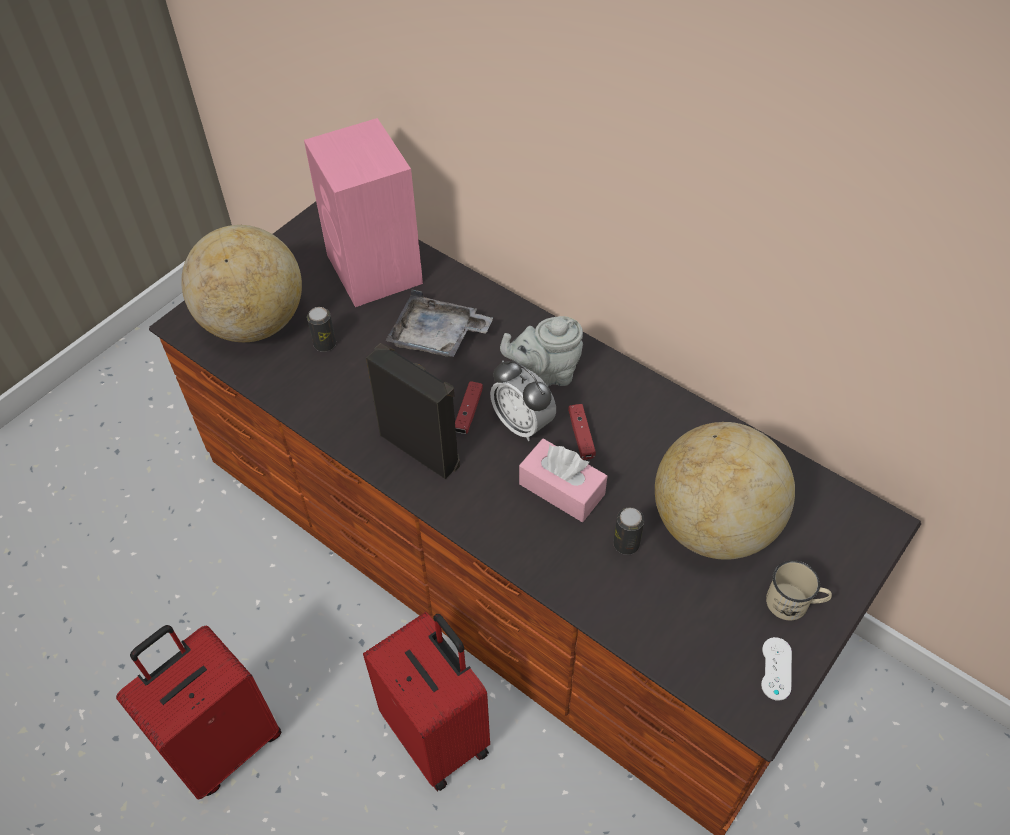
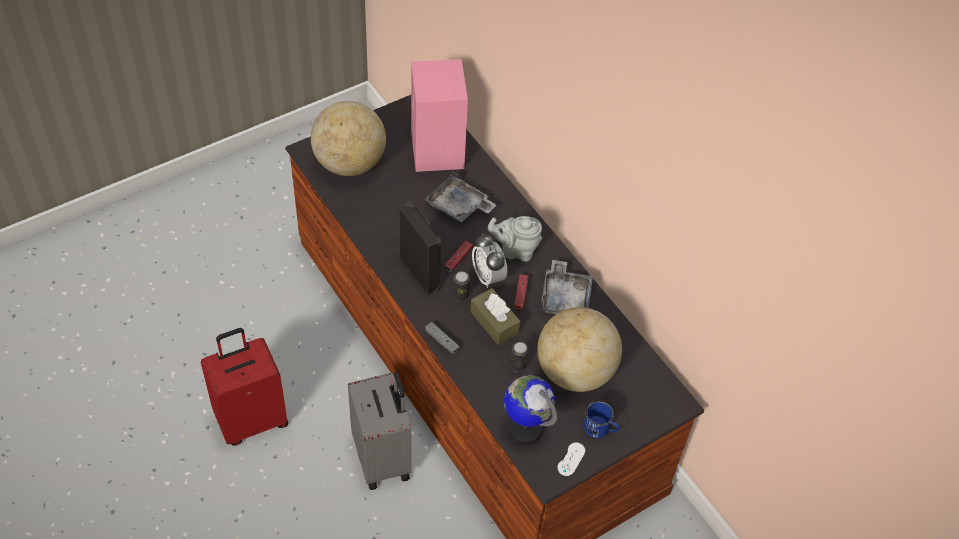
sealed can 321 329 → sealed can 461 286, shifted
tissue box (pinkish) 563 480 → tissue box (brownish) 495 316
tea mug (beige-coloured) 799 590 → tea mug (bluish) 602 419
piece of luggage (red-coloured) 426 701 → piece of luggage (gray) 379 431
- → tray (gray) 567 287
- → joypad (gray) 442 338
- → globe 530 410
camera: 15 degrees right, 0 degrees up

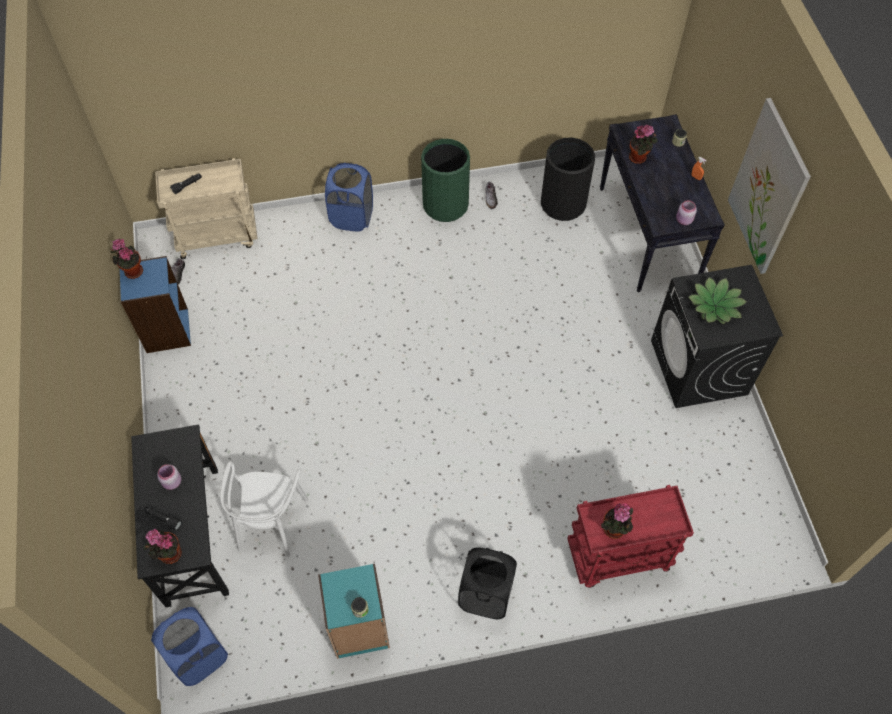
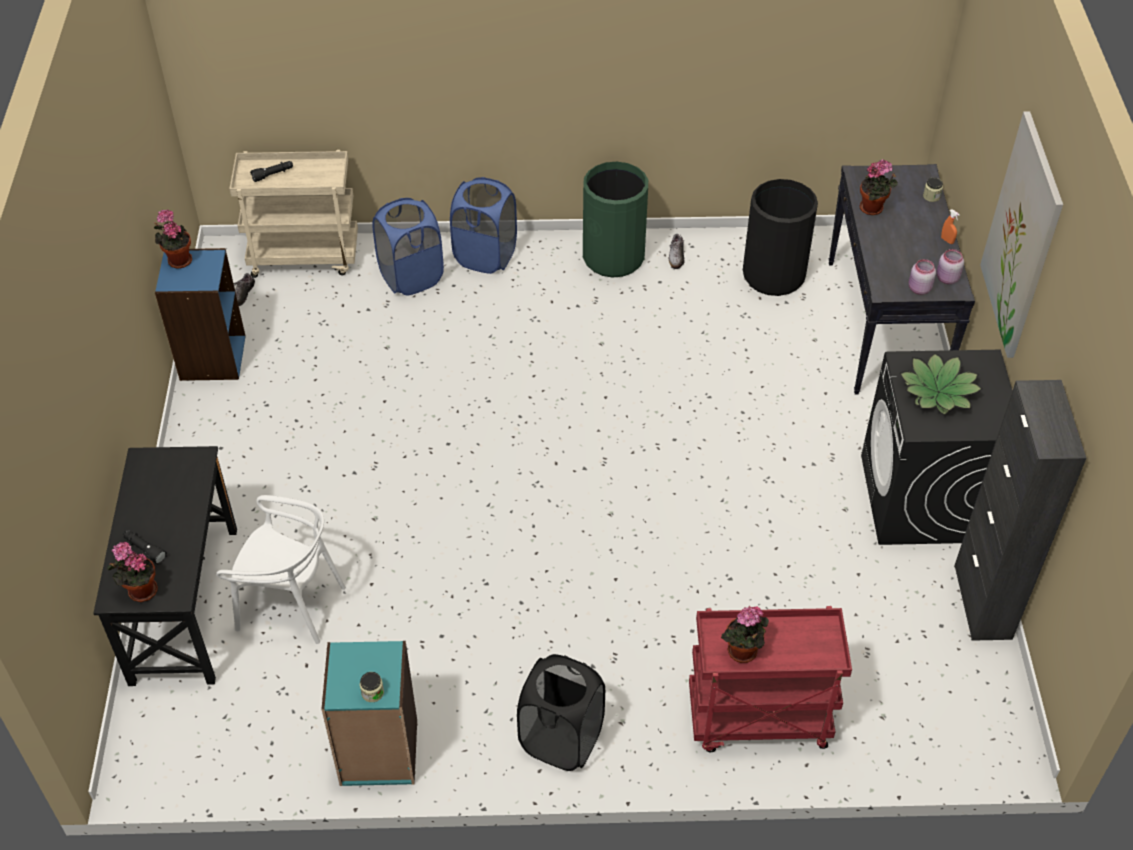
upright chair (whitish) 264 509 → upright chair (whitish) 281 569, 90 degrees counterclockwise
jar (pinkish) 169 477 → jar (pinkish) 950 266, shifted
laundry basket (bluish) 189 646 → laundry basket (bluish) 408 247, shifted
- → storage cabinet (black-coloured) 1020 510
camera: 10 degrees right, 10 degrees down

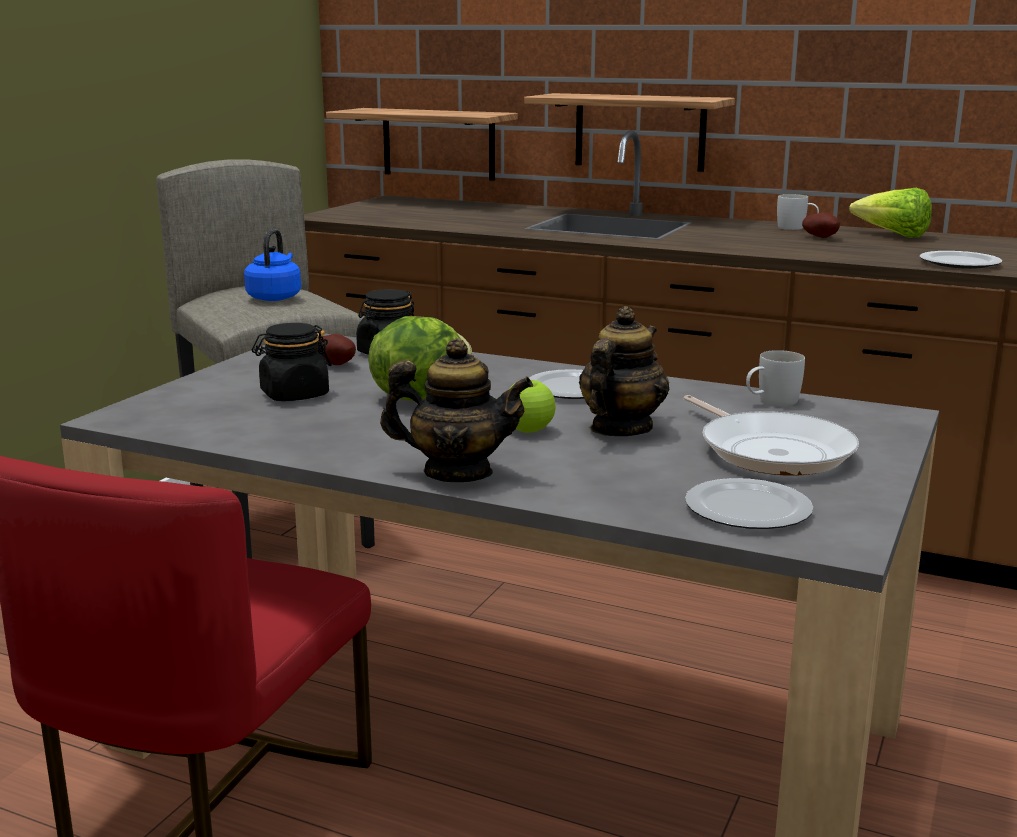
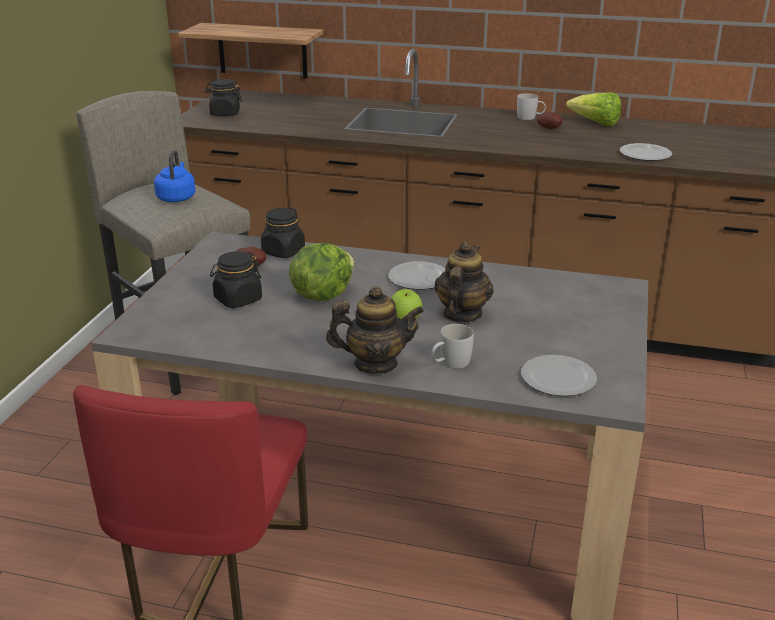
shelf 629 132 → -
tea mug (whitish) 775 378 → tea mug (whitish) 452 346, shifted
frying pan 771 435 → -
- → jar (black-coloured) 223 97
camera: 10 degrees left, 10 degrees up

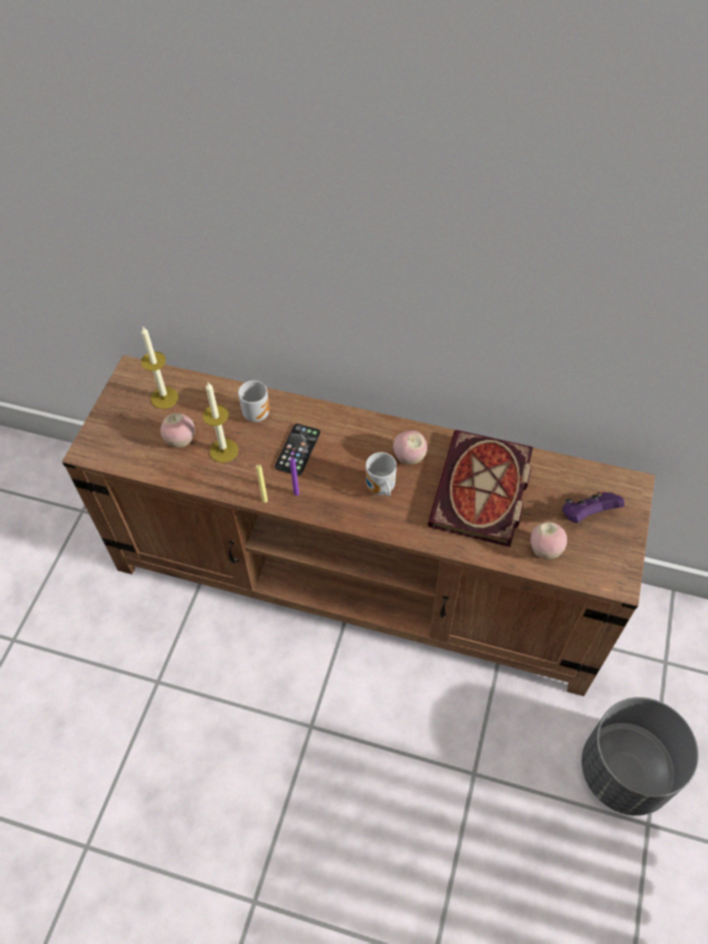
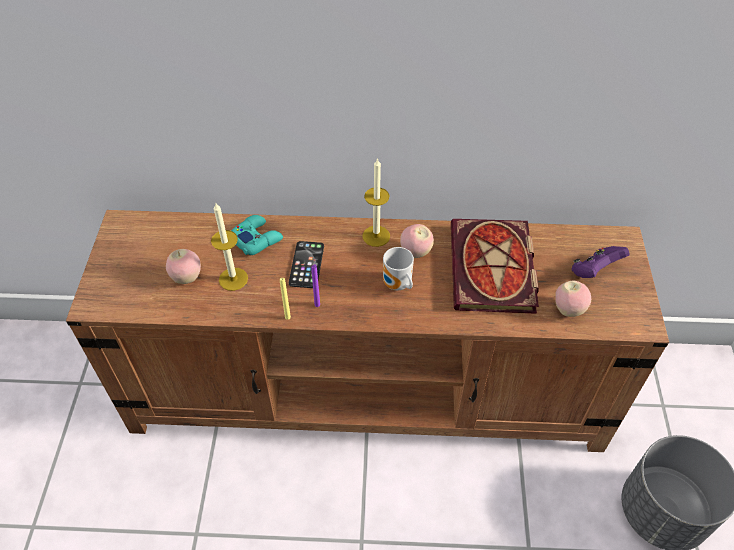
candle 160 368 → candle 376 202, shifted
tea mug 254 401 → joypad (blue-green) 257 235
camera: 15 degrees left, 5 degrees down

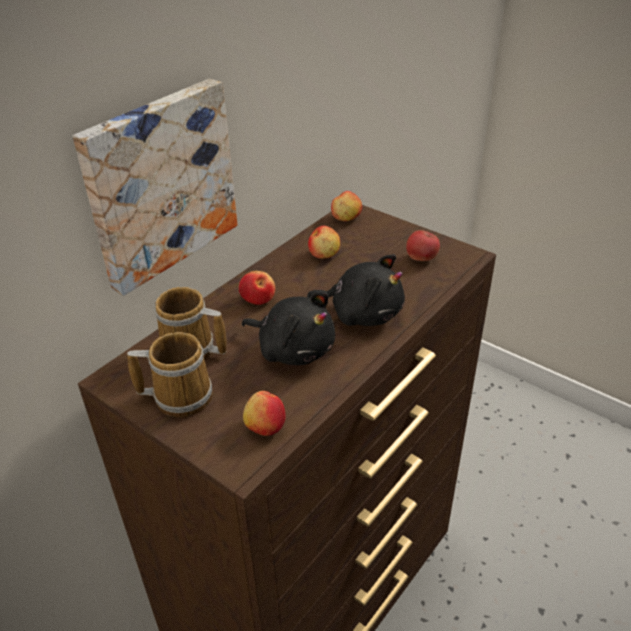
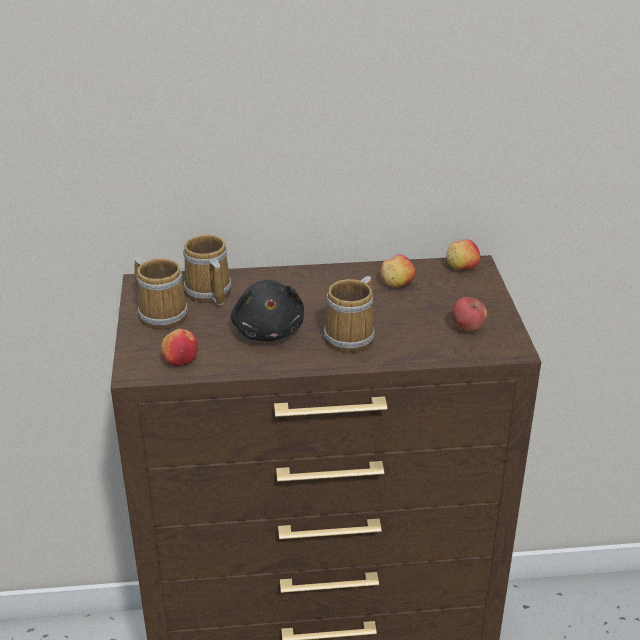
wall art 155 187 → -
plush toy (black-coloured) 356 290 → tea mug 349 314
whole apple 257 288 → -
camera: 45 degrees right, 5 degrees down

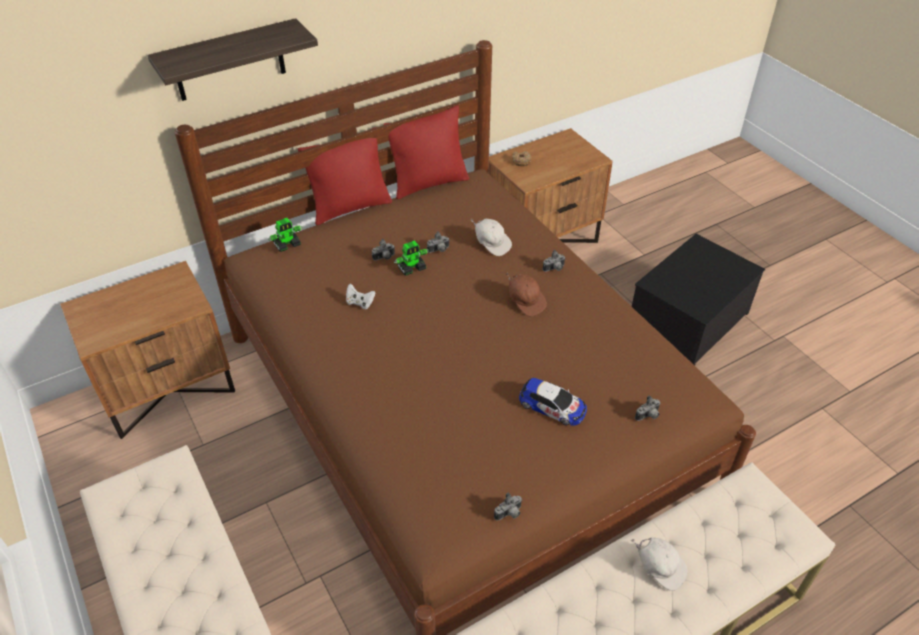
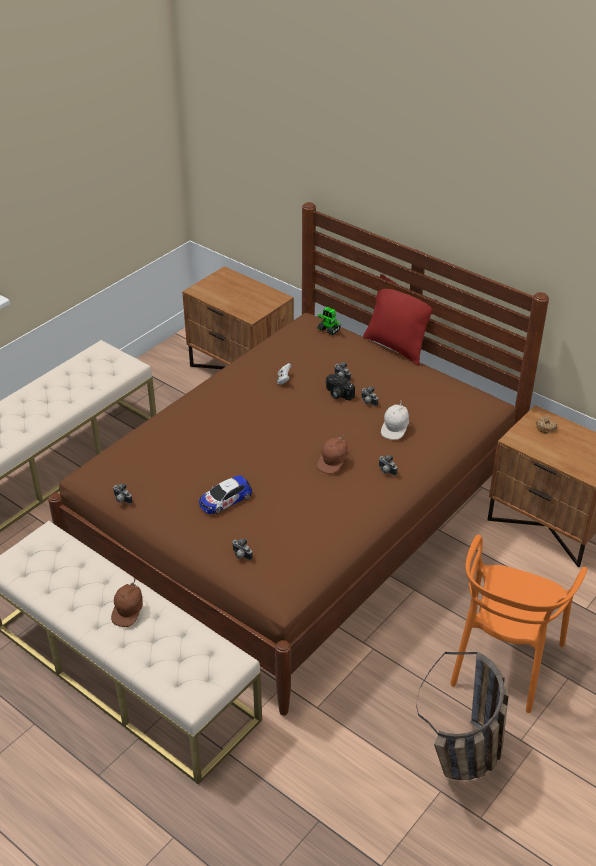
shelf 232 59 → -
cushion (red-coloured) 426 152 → -
storage container 698 299 → upright chair (orange-coloured) 518 624
robot figure 411 257 → photo camera 340 387
miniature car 553 402 → miniature car 225 494, 45 degrees clockwise
cap (whitish) 659 564 → cap (brownish) 127 602
- → basket 462 716
camera: 70 degrees right, 5 degrees down

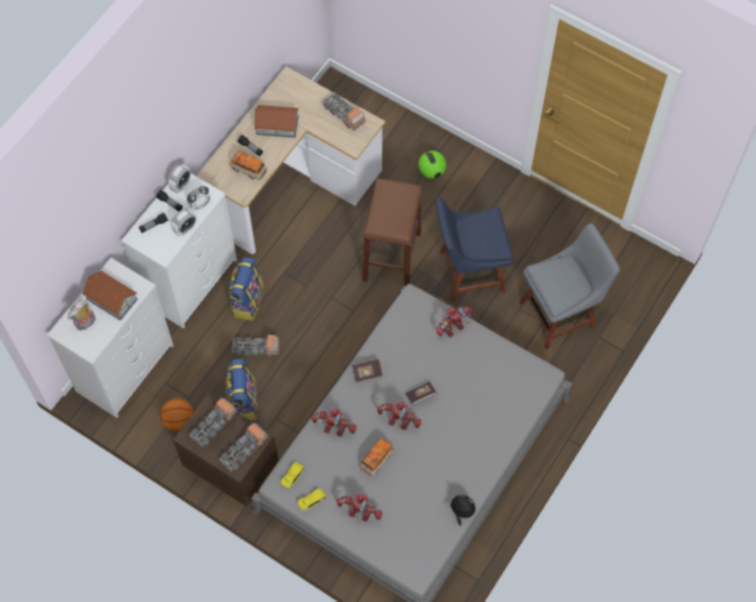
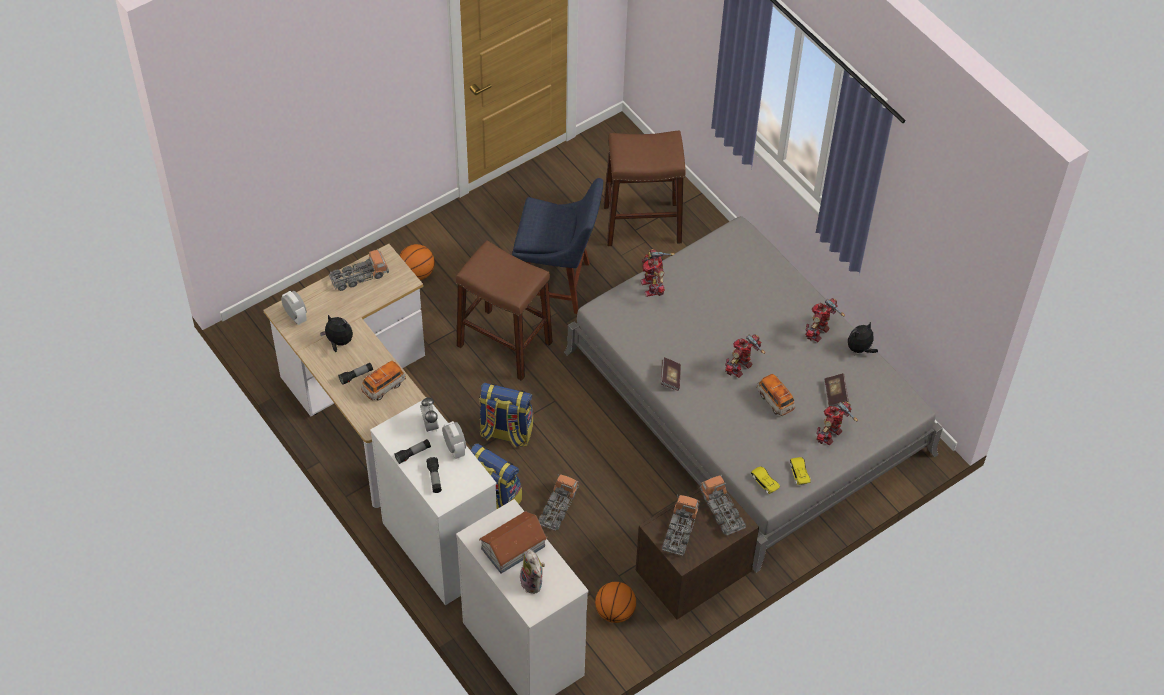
miniature house 276 121 → plush toy 336 333
ball for football 432 165 → ball for basketball 417 262
alarm clock 179 179 → alarm clock 294 308, shifted
upright chair (bluish) 474 249 → upright chair (bluish) 557 246, 90 degrees counterclockwise
upright chair (gray) 570 286 → stool (brownish) 645 188
backpack 241 389 → backpack 506 415, shifted
bound book 421 393 → bound book 836 390, shifted
toy lorry 213 422 → toy lorry 681 525, 45 degrees clockwise
robot figure 334 423 → robot figure 825 320, shifted
camera: 70 degrees left, 10 degrees down

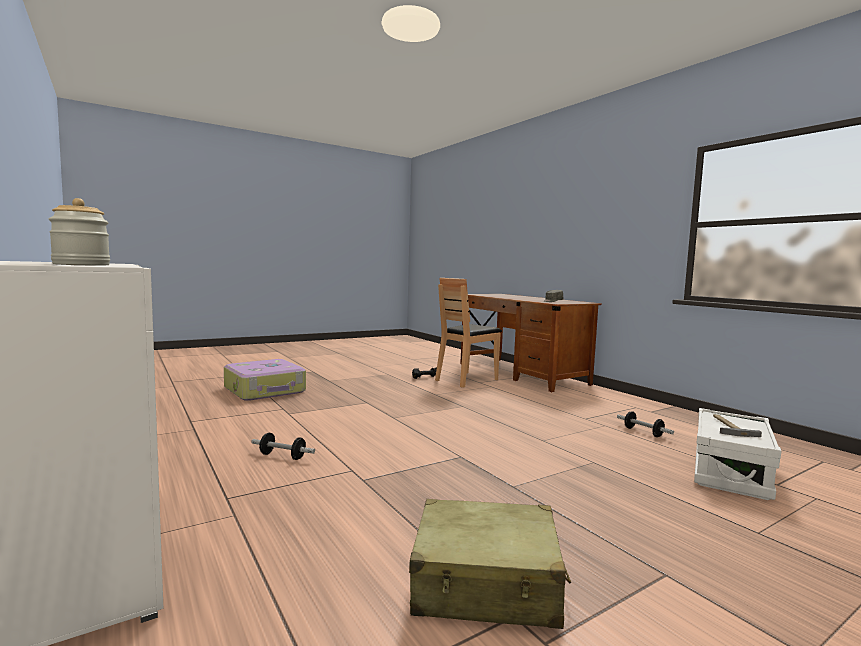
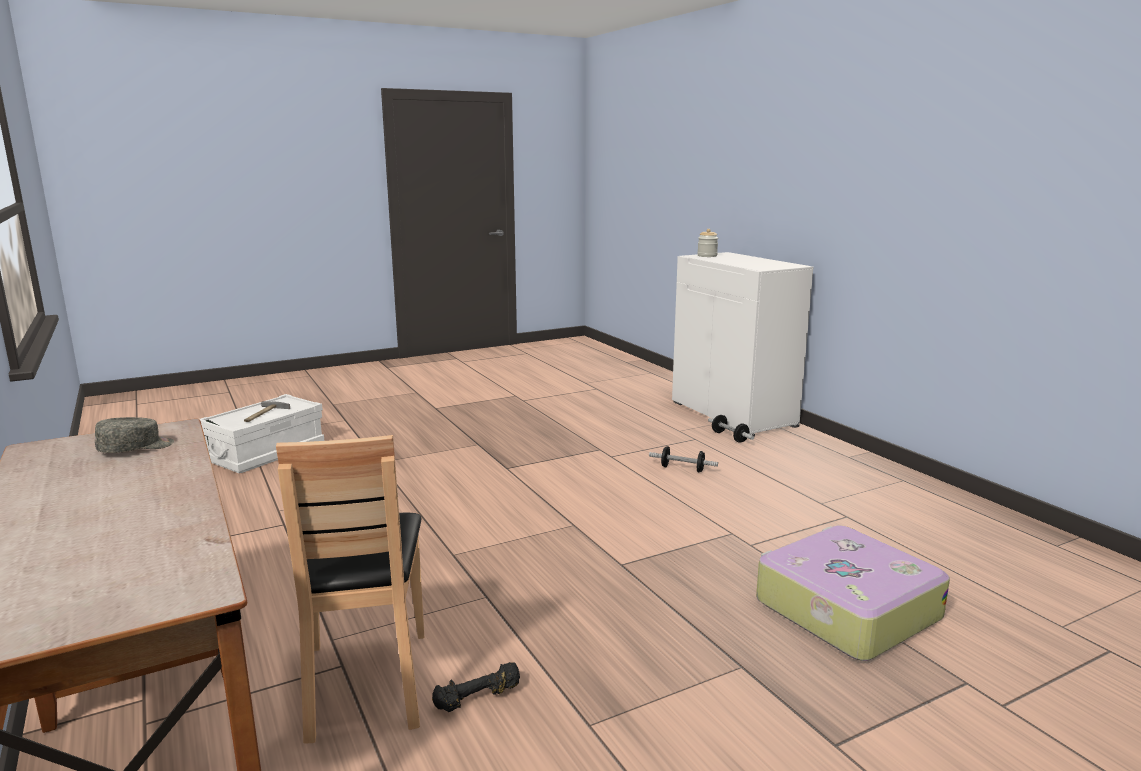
upright chair (brownish) 468 333 → upright chair (brownish) 350 589, 120 degrees clockwise
hand weight 645 424 → hand weight 731 428, shifted
piece of luggage (beige-coloured) 490 564 → -
camera: 175 degrees left, 10 degrees up

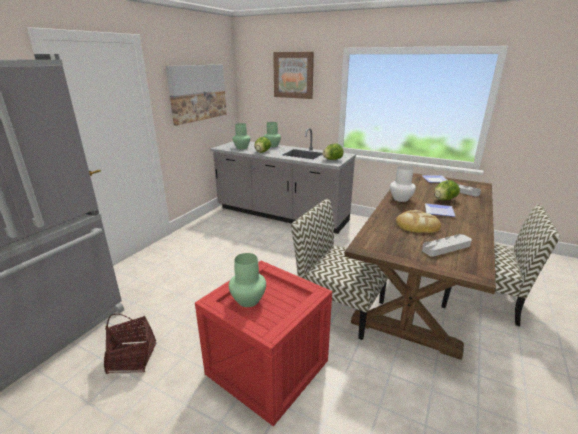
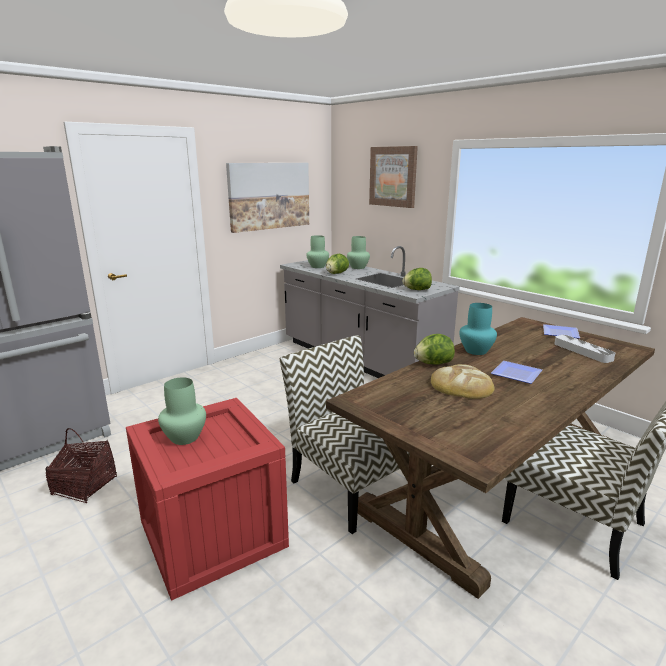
vase (whitish) 403 184 → vase (blue-green) 478 329
head of lettuce 447 190 → head of lettuce 434 349, shifted
tray (gray) 447 245 → -
camera: 20 degrees right, 5 degrees down

